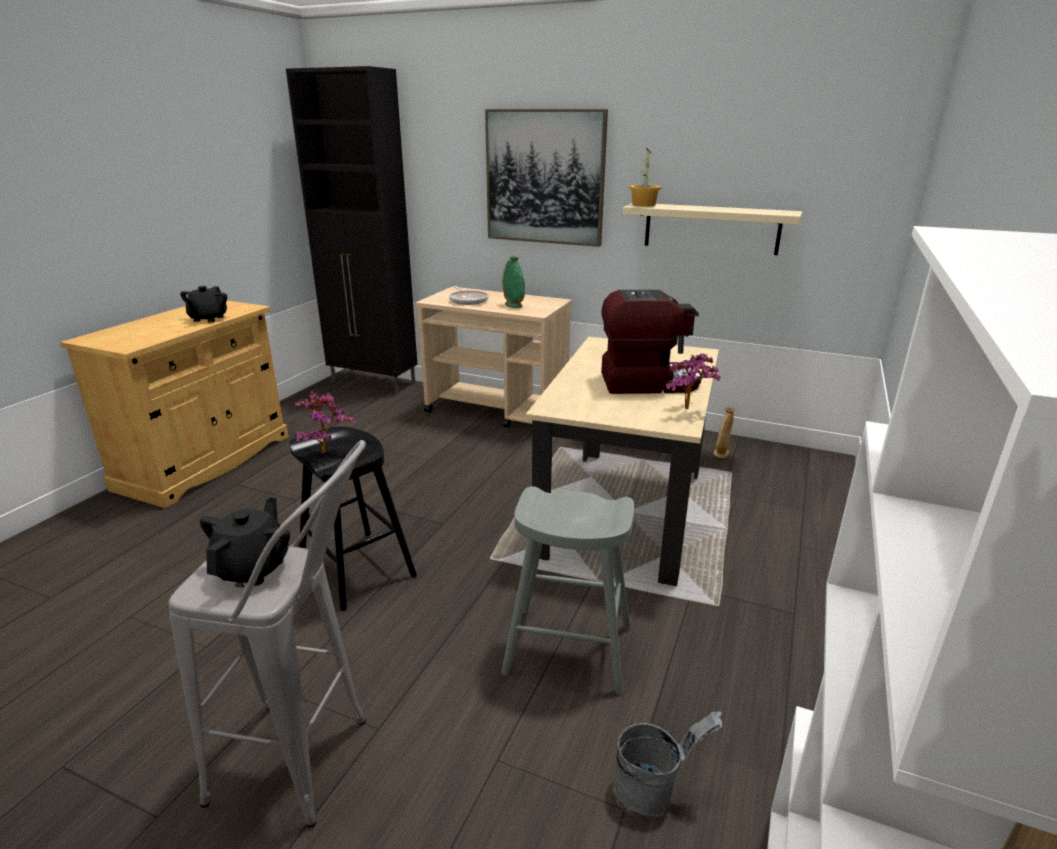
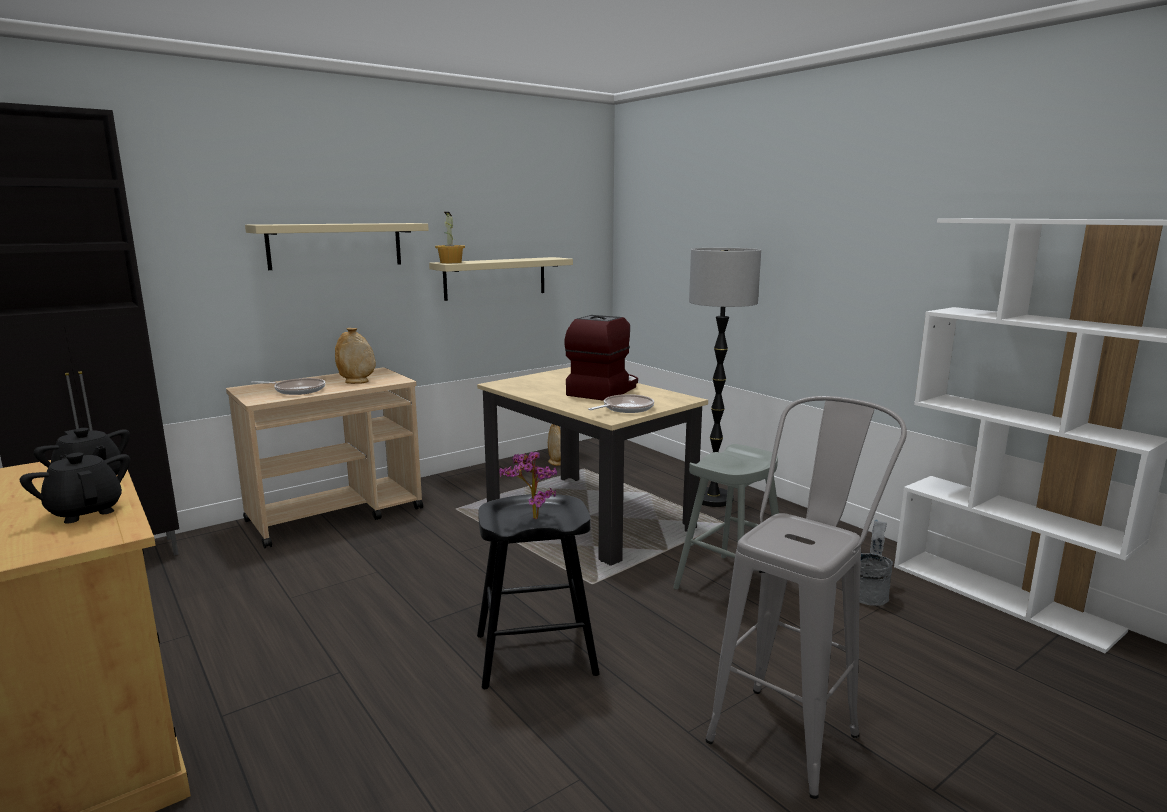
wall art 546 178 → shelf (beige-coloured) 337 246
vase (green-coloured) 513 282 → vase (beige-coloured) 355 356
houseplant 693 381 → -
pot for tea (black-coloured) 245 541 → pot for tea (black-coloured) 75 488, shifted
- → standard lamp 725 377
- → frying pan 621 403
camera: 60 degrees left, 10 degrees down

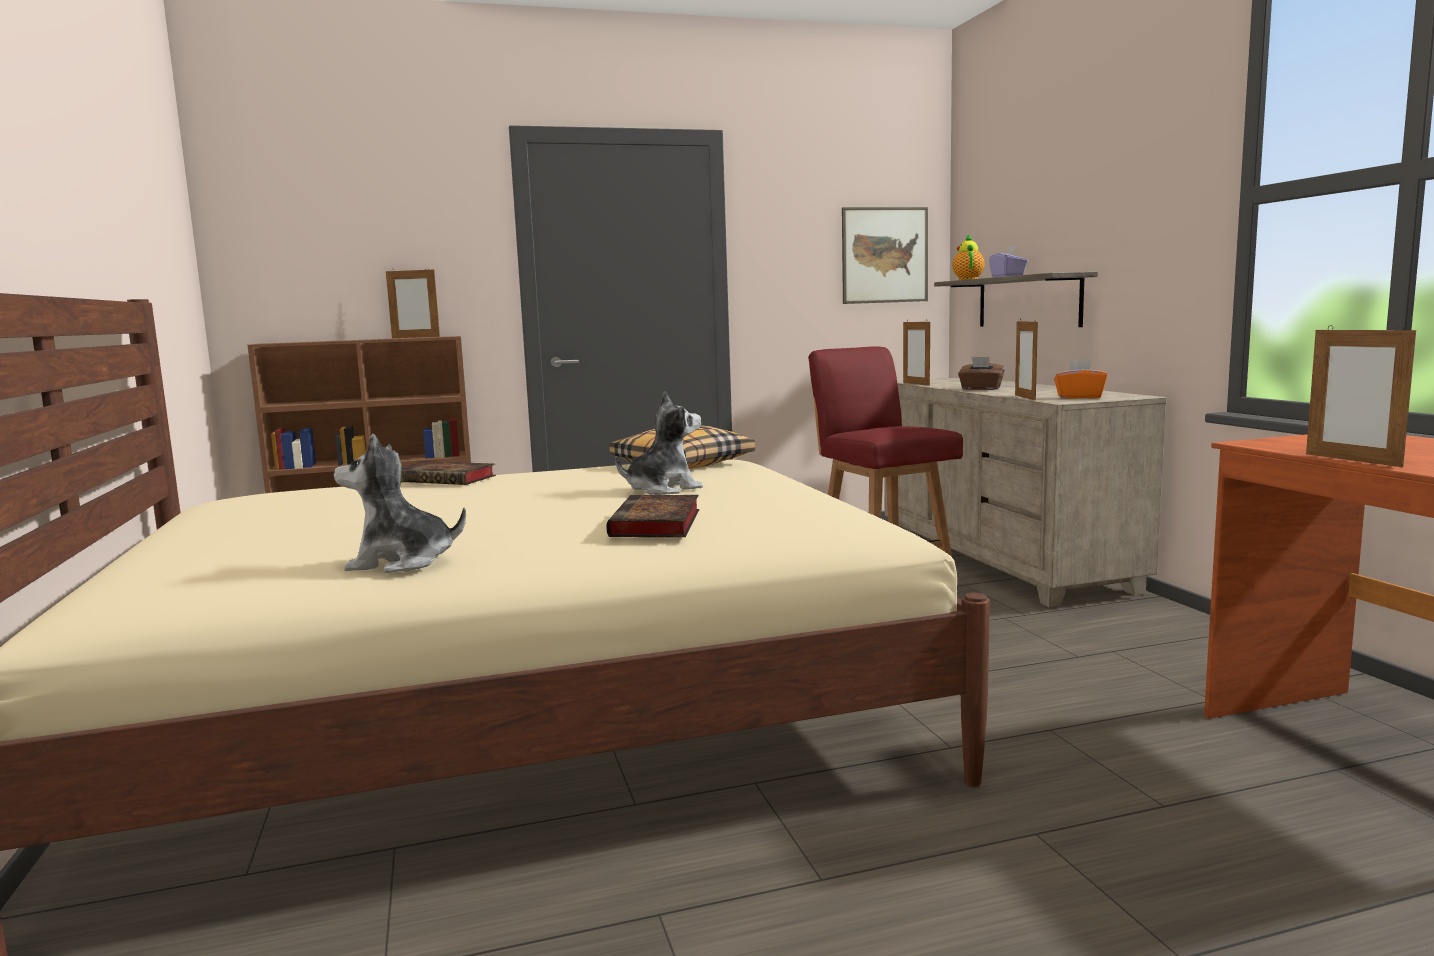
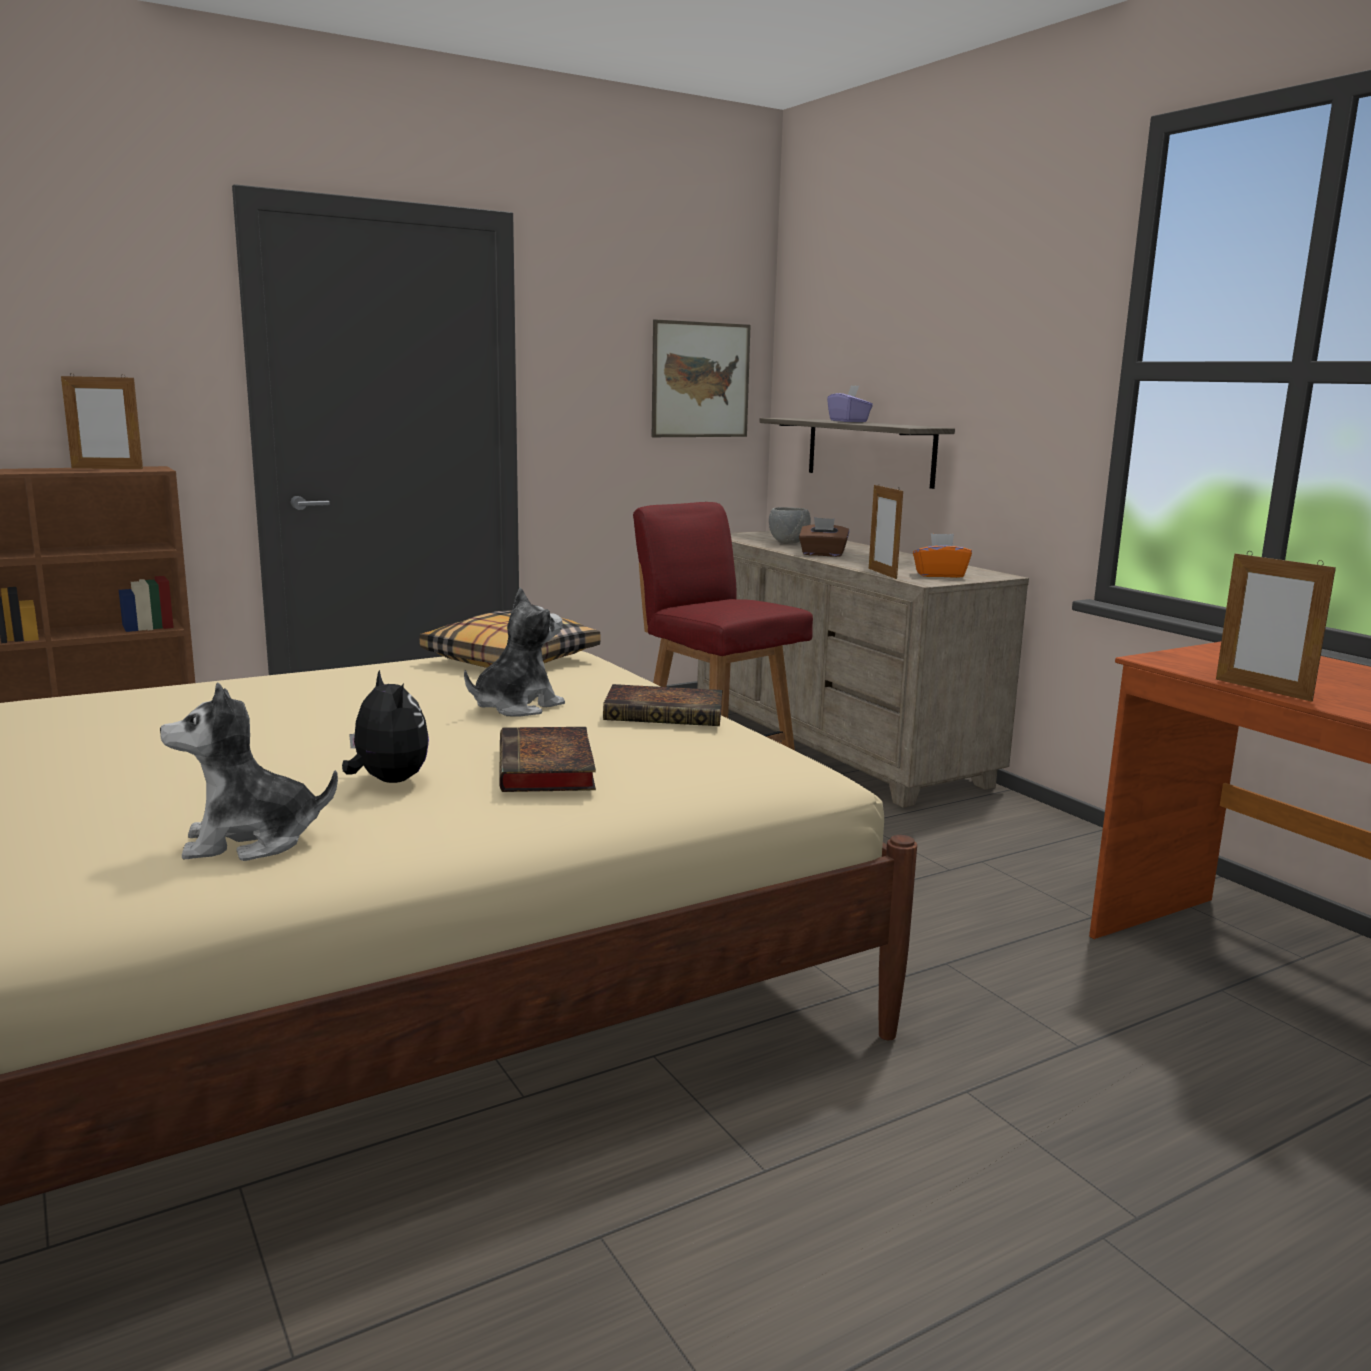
pot for tea 968 257 → -
picture frame 916 353 → -
bound book 448 473 → bound book 662 705, shifted
- → deep dish (gray) 790 525
- → plush toy 385 726
camera: 15 degrees left, 5 degrees up

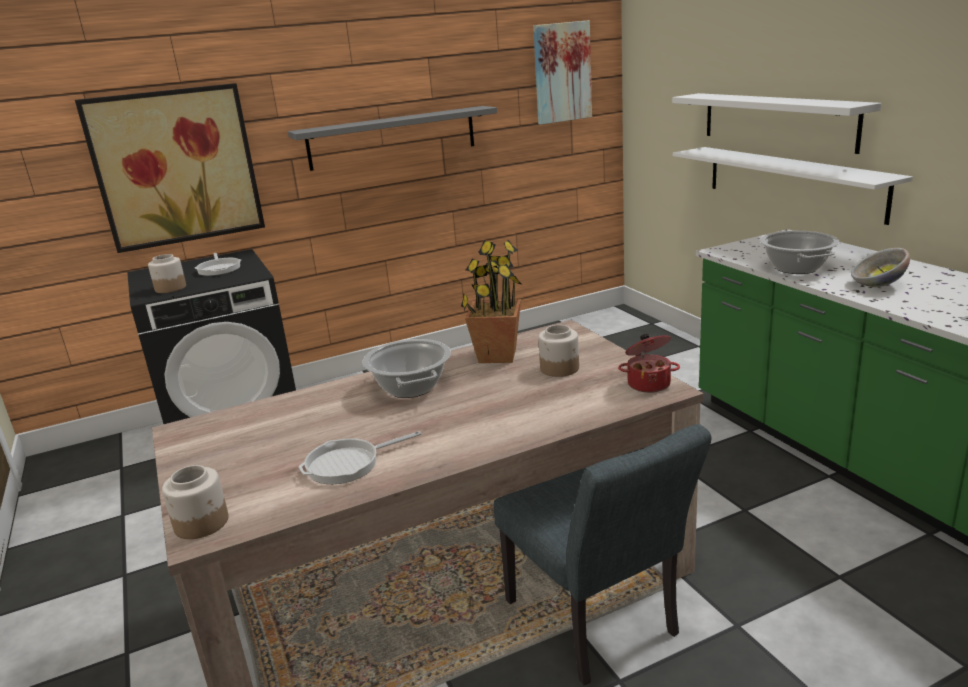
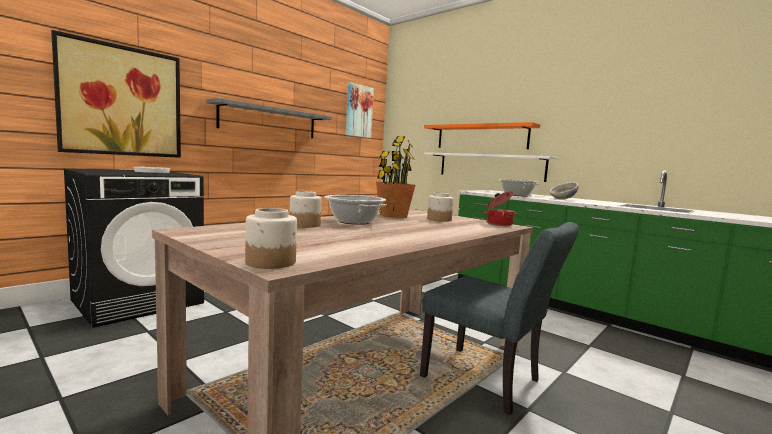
shelf (whitish) 776 123 → shelf (orange-coloured) 482 135
jar 167 273 → jar 305 209, shifted
frying pan 360 457 → -
camera: 25 degrees left, 15 degrees down

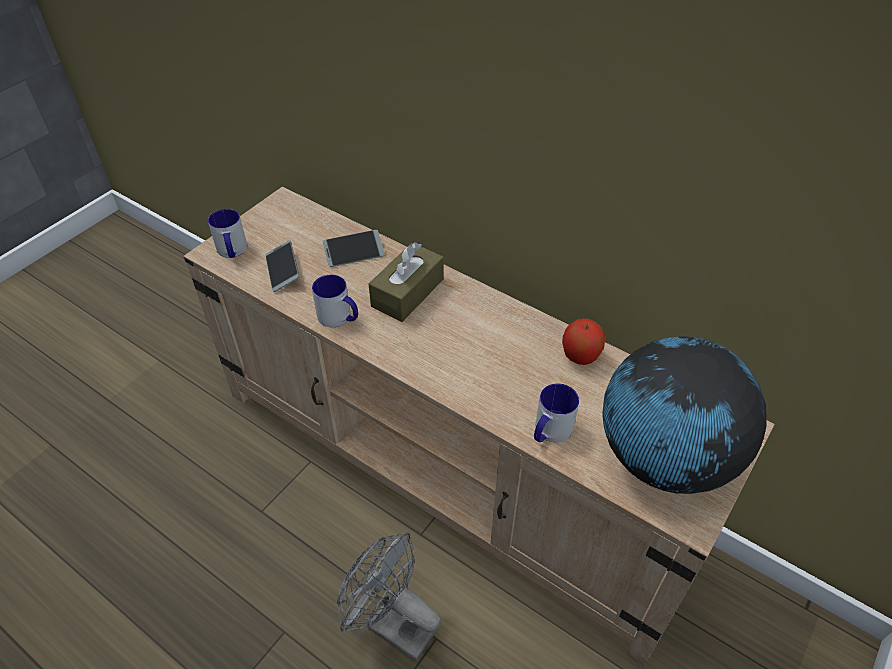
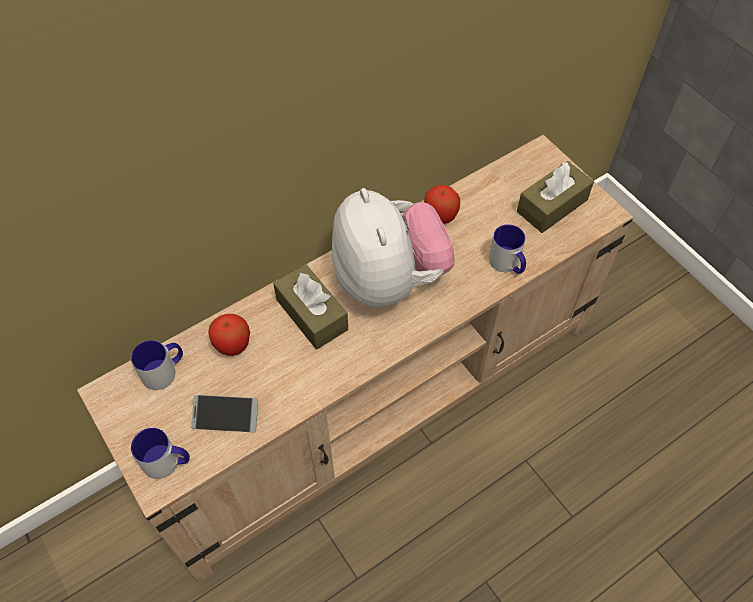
phone 354 248 → whole apple 229 335
tea mug 335 301 → tea mug 157 365, shifted
globe 684 415 → tissue box (brownish) 555 197
electric fan (gray) 389 596 → -
- → plush toy 393 248
camera: 70 degrees left, 10 degrees up

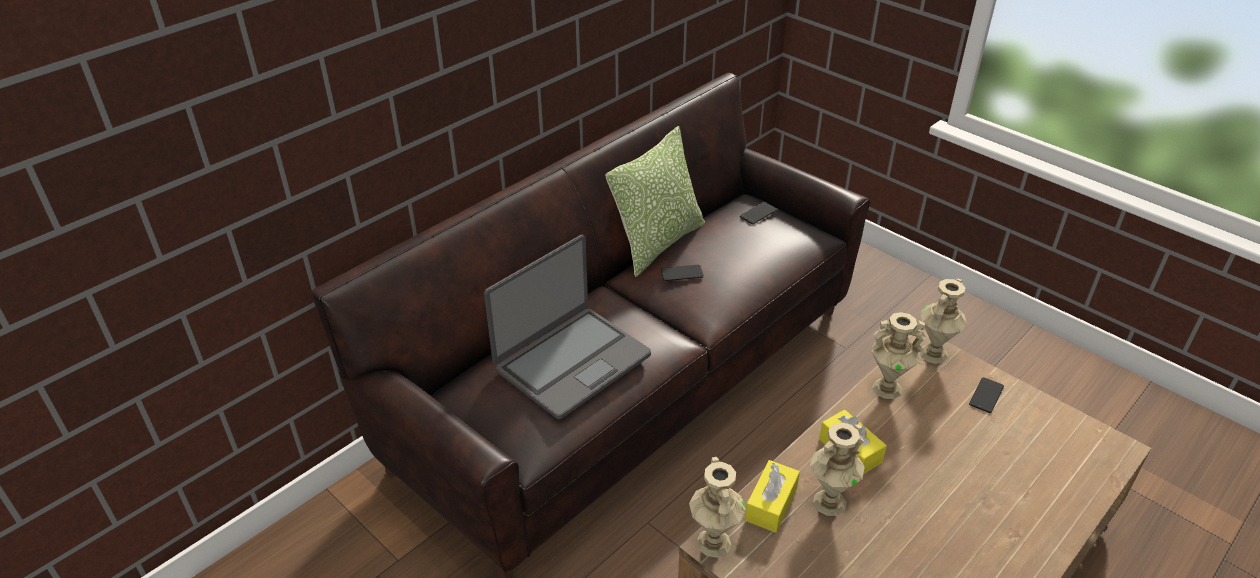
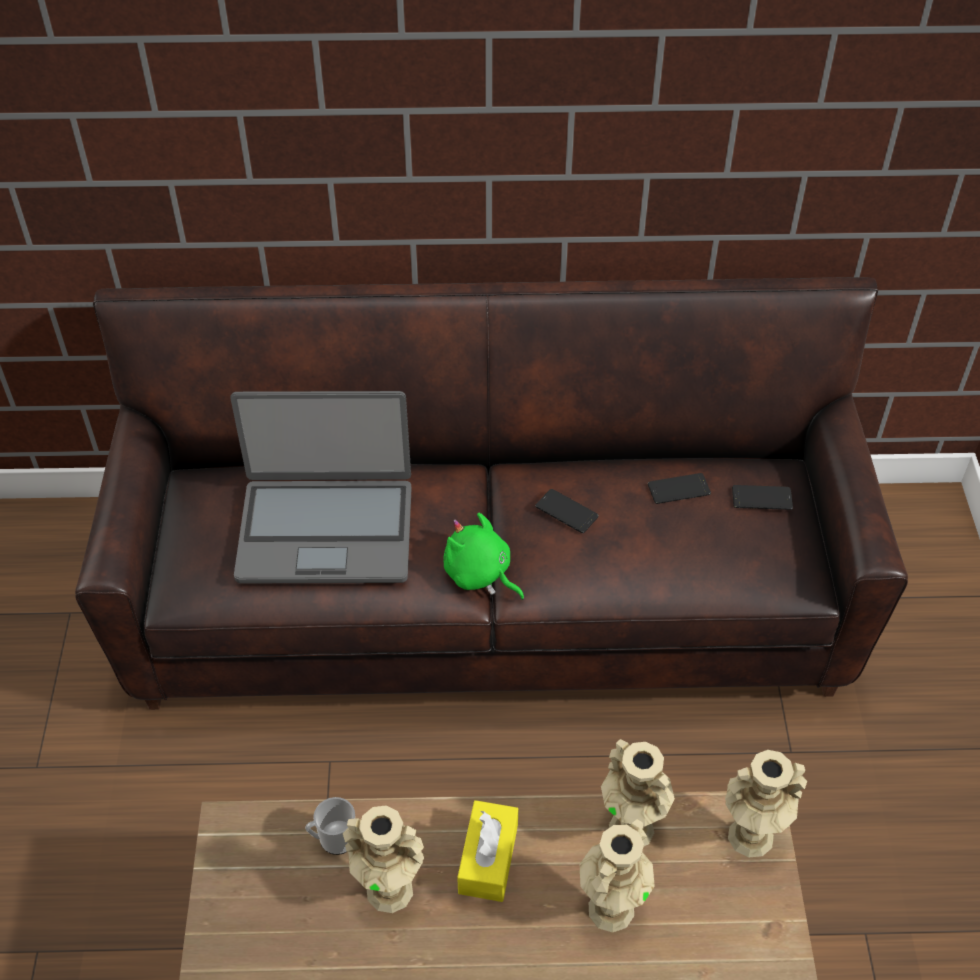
cushion 655 201 → -
phone 986 395 → phone 679 488, shifted
vase (beige-coloured) 717 507 → vase (beige-coloured) 617 876, shifted
tissue box (yellow) 772 496 → tea mug 330 826
- → plush toy (green-coloured) 484 556
camera: 45 degrees right, 10 degrees up

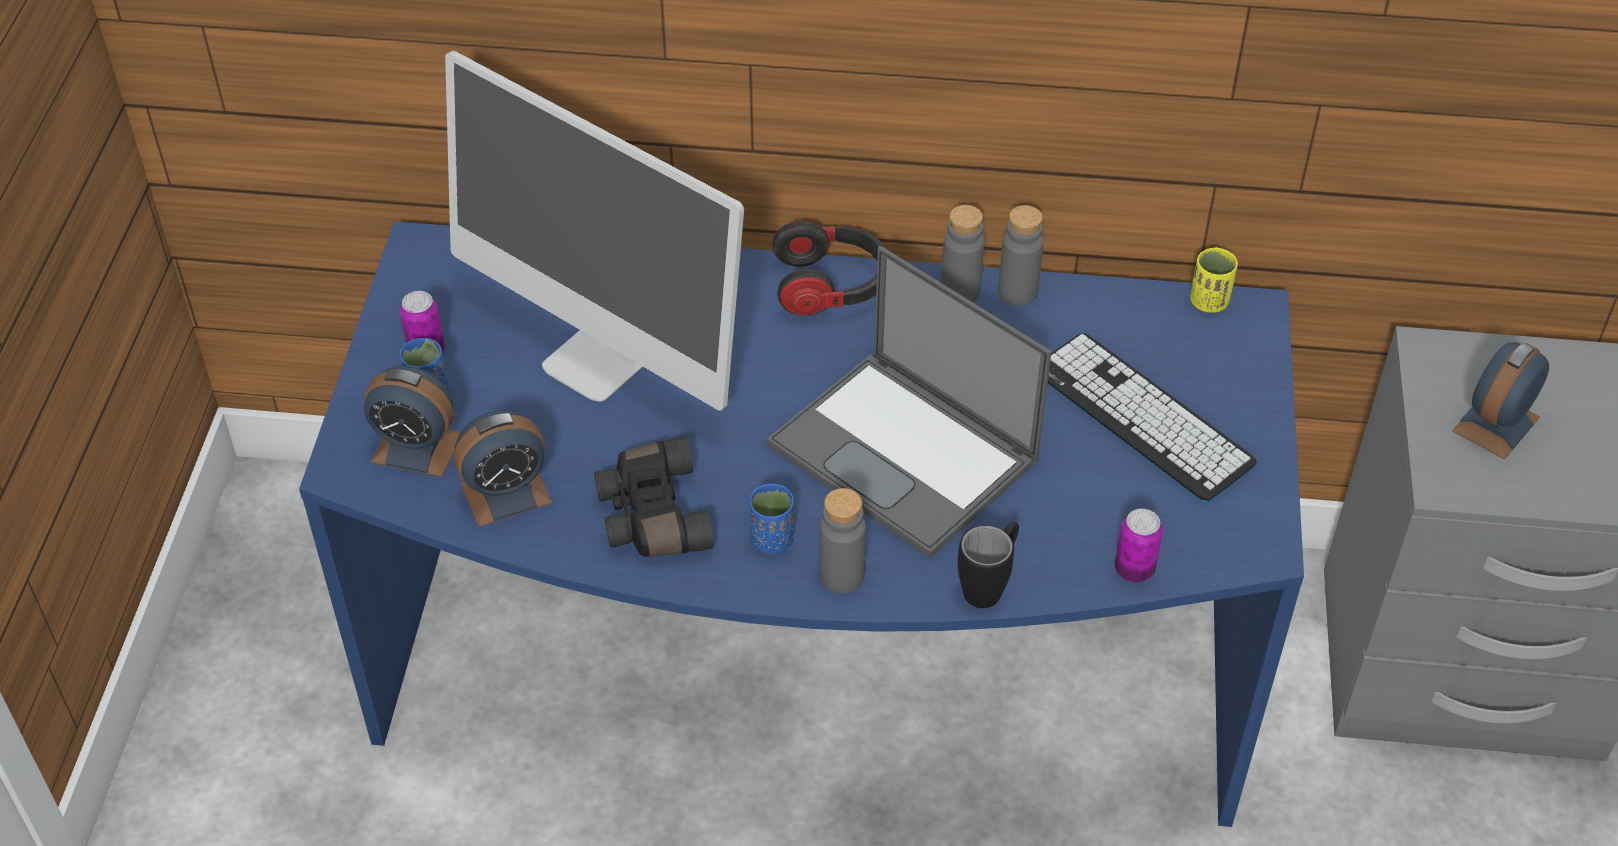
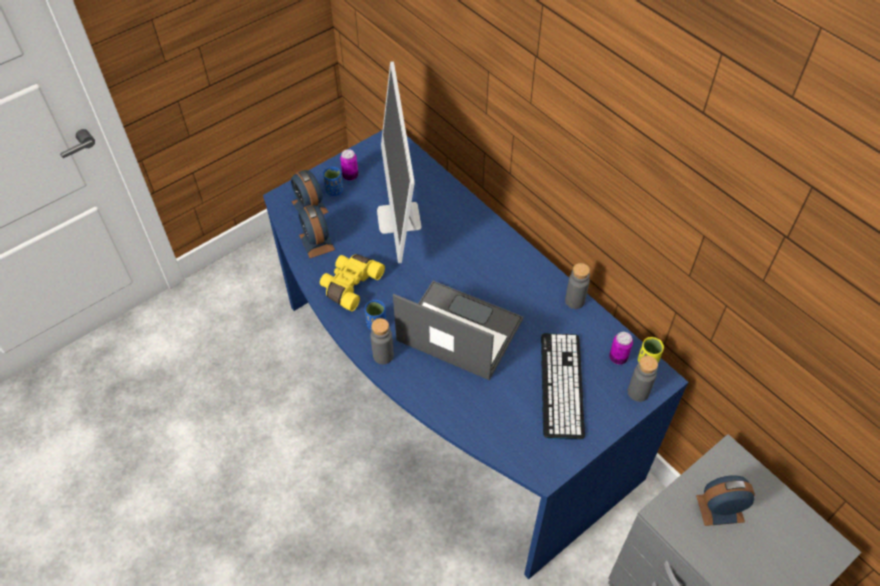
bottle (gray) 963 253 → bottle (gray) 643 379, shifted
headphones 829 268 → -
laptop 909 402 → laptop 458 330, 120 degrees clockwise
alarm clock 503 468 → alarm clock 317 231, 45 degrees clockwise
field glasses (black-coloured) 654 496 → field glasses (yellow) 352 283
sealed can 1139 546 → sealed can 621 348, shifted
tea mug (black-coloured) 988 564 → -
camera: 45 degrees right, 5 degrees up

